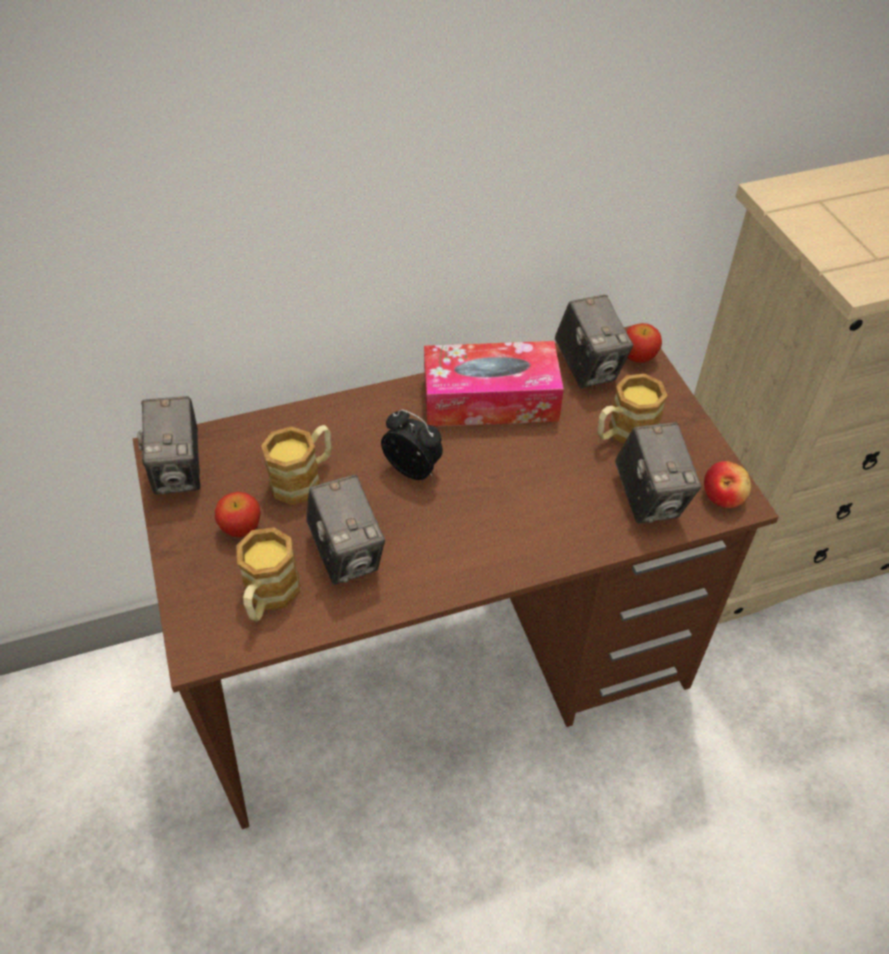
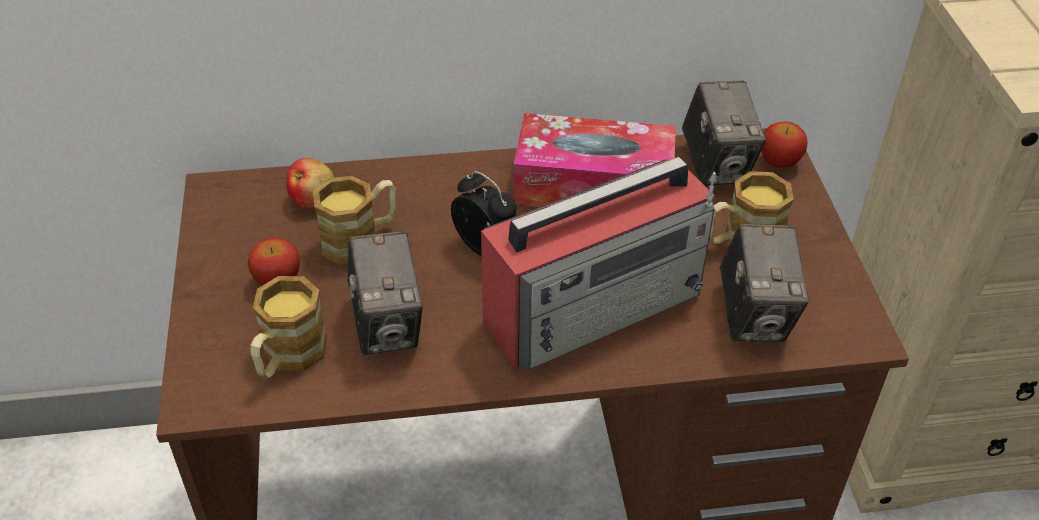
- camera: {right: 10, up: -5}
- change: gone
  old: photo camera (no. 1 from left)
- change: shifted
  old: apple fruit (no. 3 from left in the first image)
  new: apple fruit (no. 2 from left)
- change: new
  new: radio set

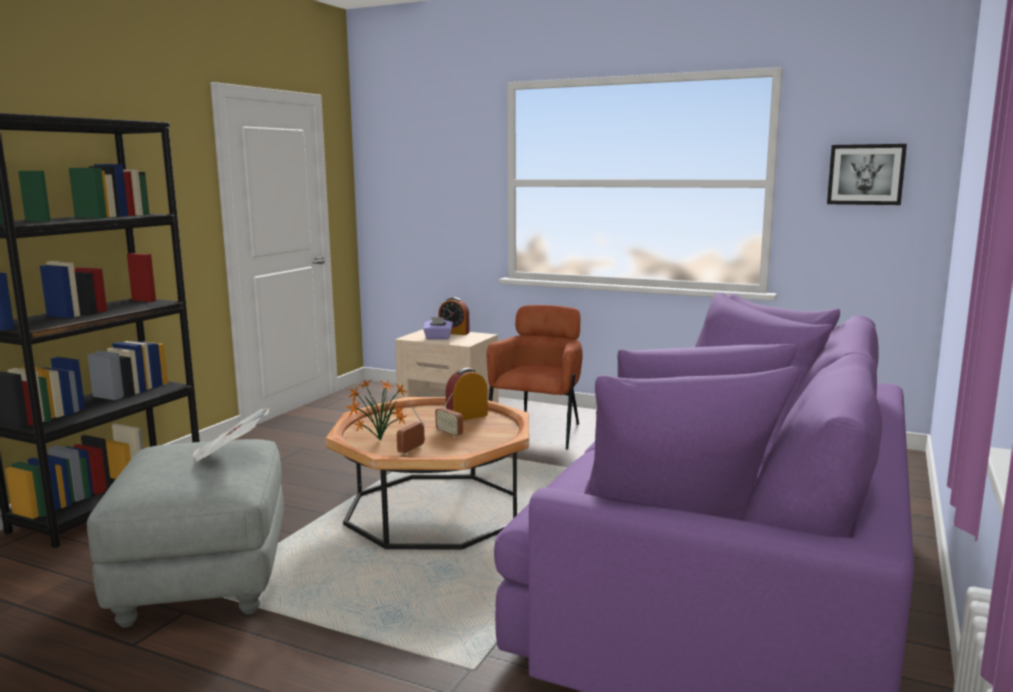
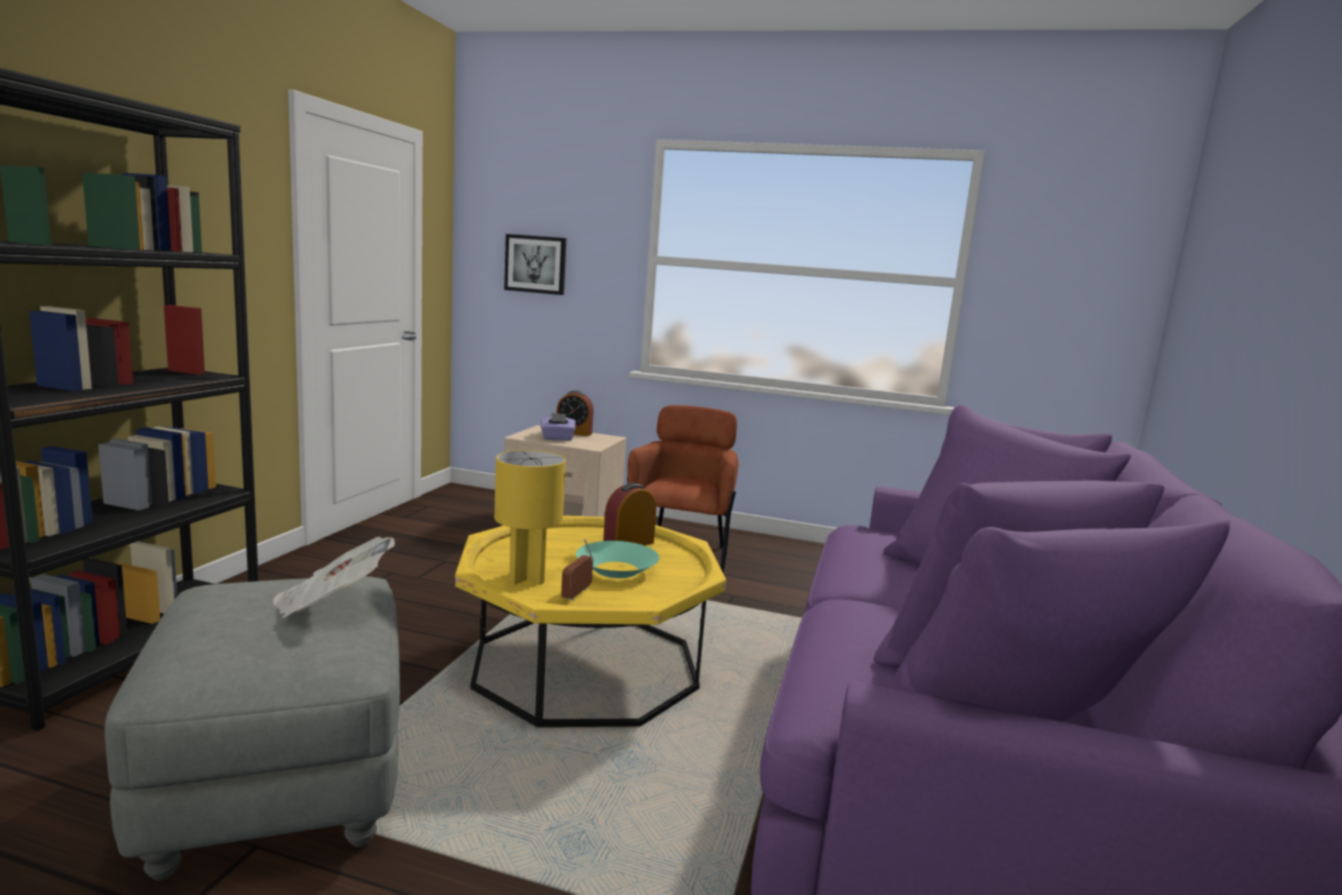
- camera: {right: -10, up: 0}
- change: shifted
  old: wall art
- change: swapped
  old: plant in a pot
  new: tabletop lamp (yellow-coloured)
- change: swapped
  old: radio set (no. 2 from left)
  new: deep dish (blue-green)
- change: repainted
  old: coffee table (brown)
  new: coffee table (yellow-coloured)

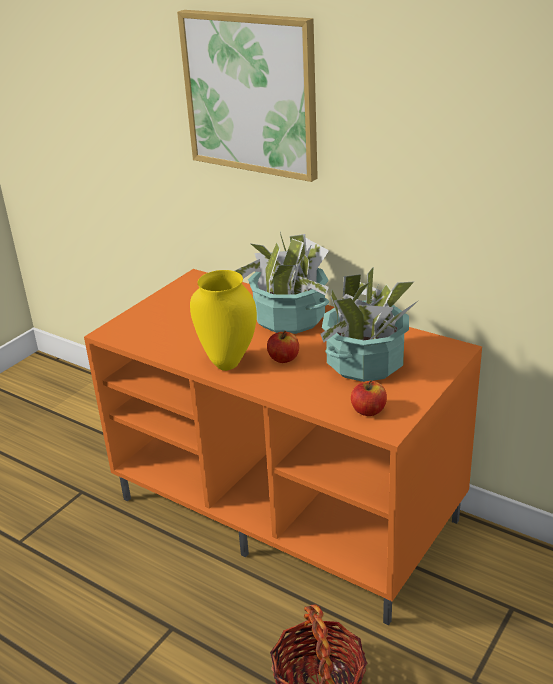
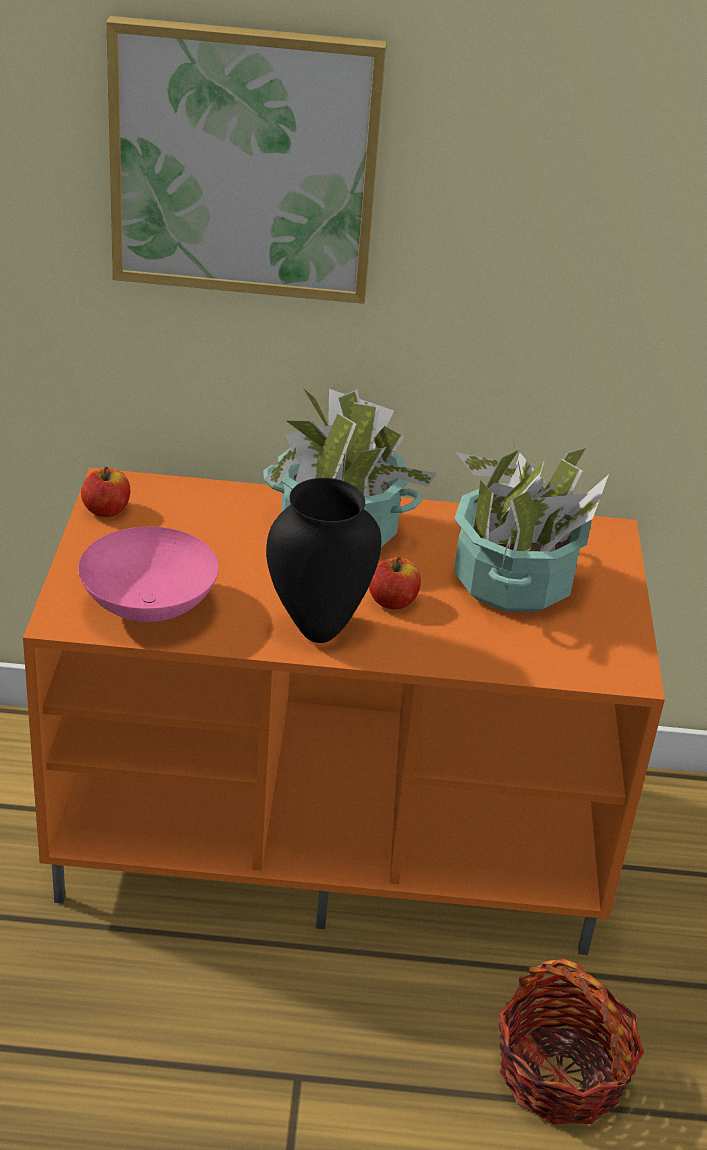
- camera: {right: -35, up: 5}
- change: repainted
  old: vase (yellow-coloured)
  new: vase (black)
- change: shifted
  old: apple fruit (no. 2 from left in the first image)
  new: apple fruit (no. 1 from left)
- change: new
  new: deep dish (pink)

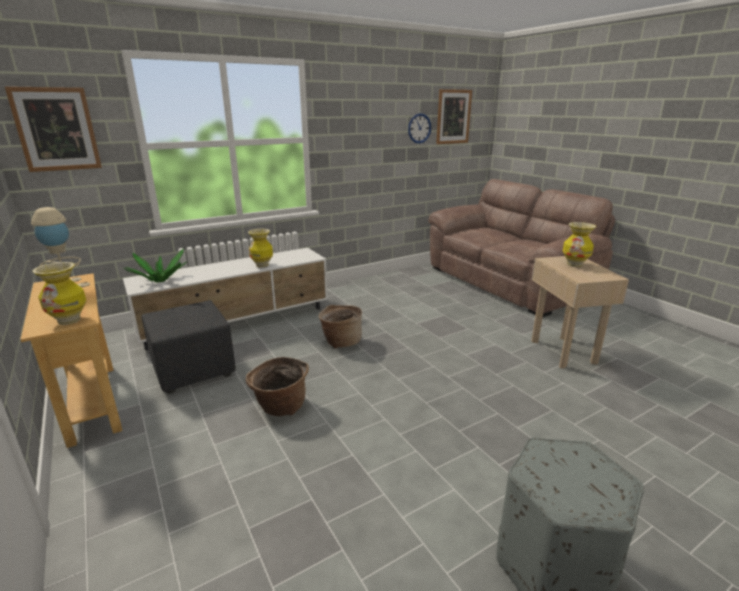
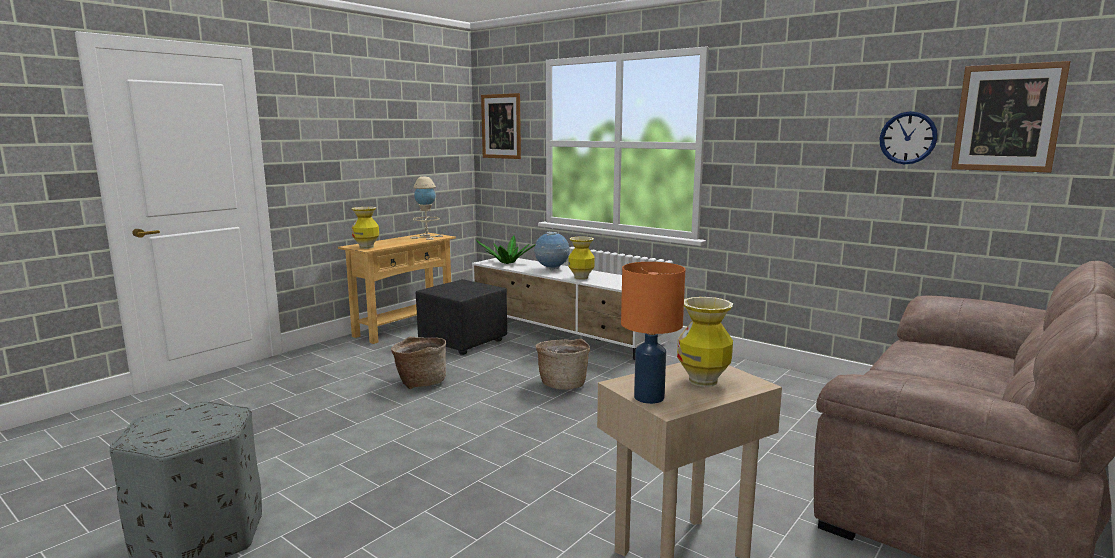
- camera: {right: 70, up: -10}
- change: new
  new: desk globe
- change: new
  new: tabletop lamp (orange)

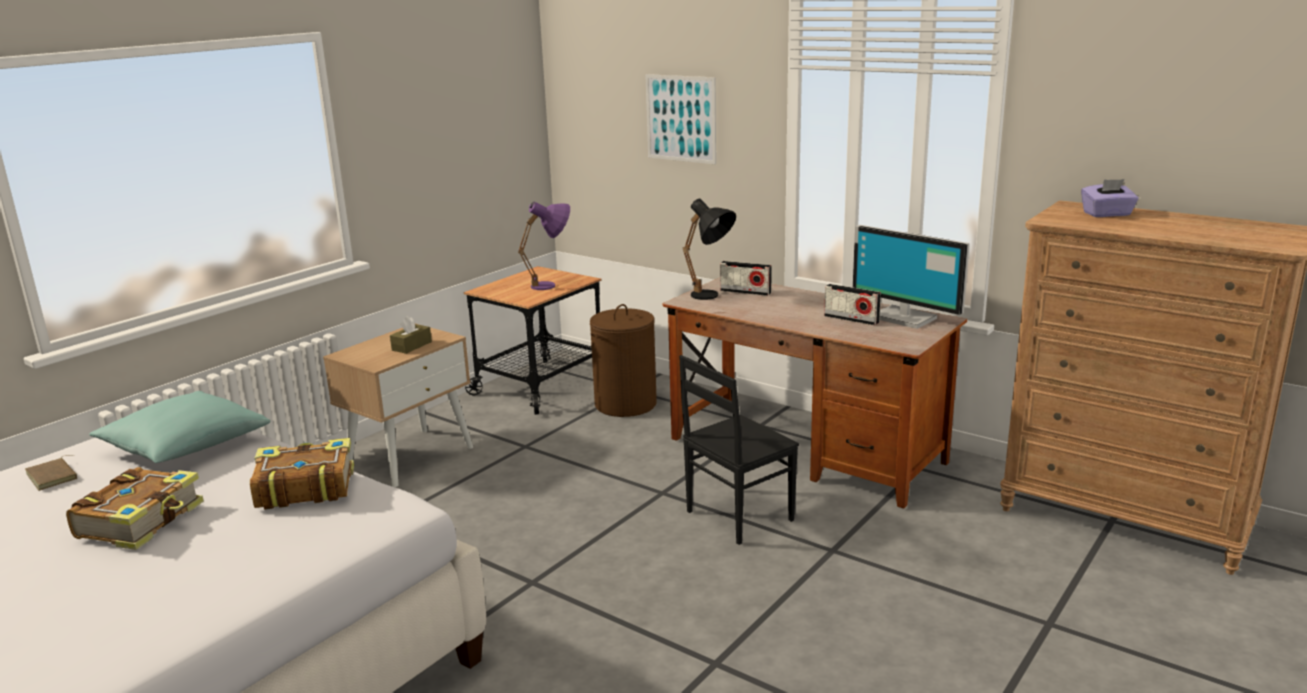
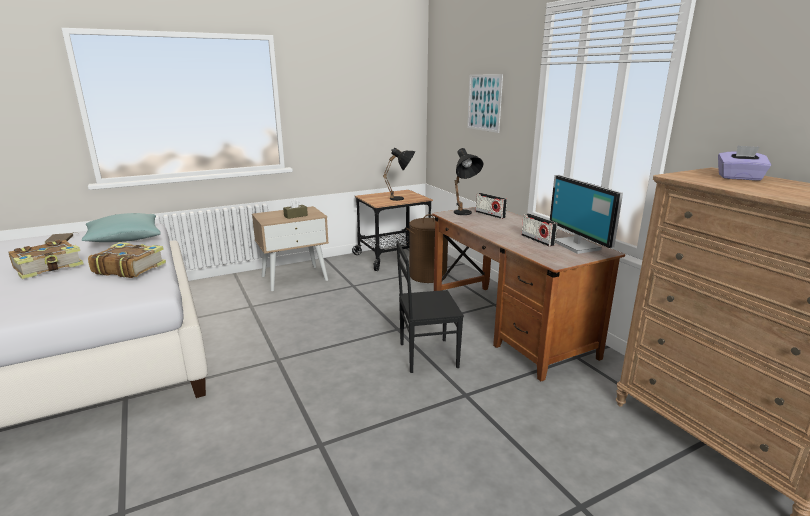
- camera: {right: 25, up: 0}
- change: repainted
  old: tabletop lamp (purple)
  new: tabletop lamp (black) (no. 1 from left)

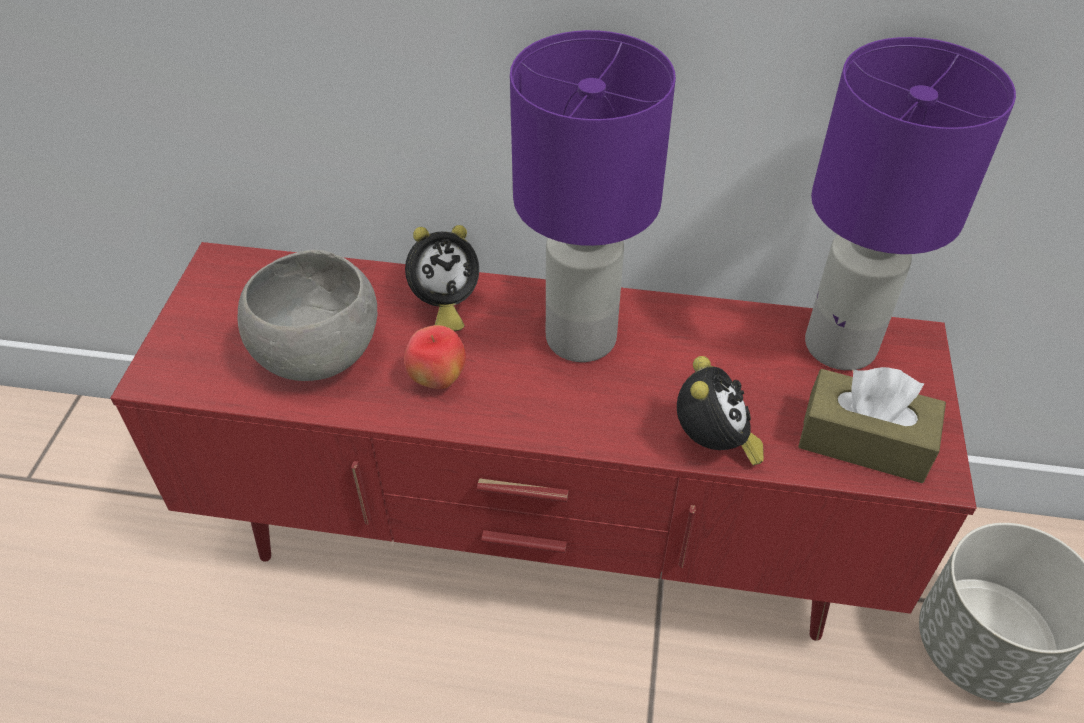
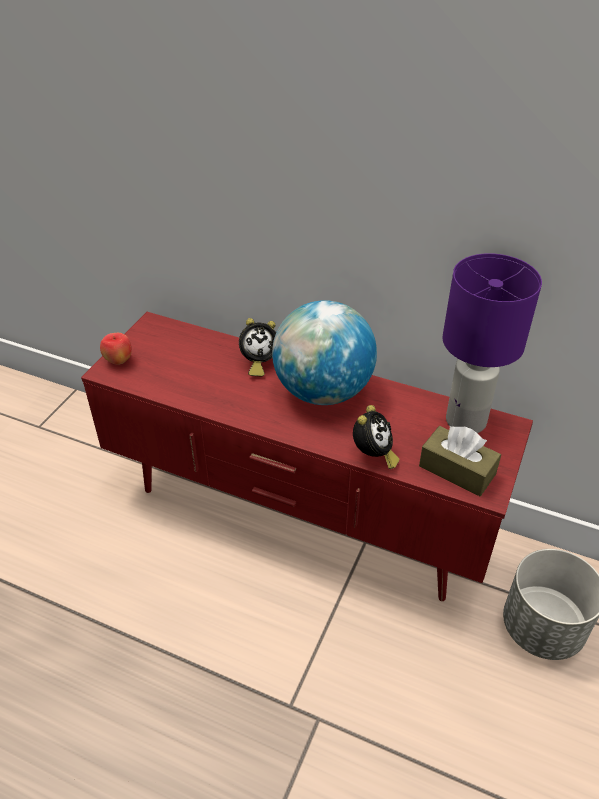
- camera: {right: 15, up: -5}
- change: swapped
  old: tabletop lamp (purple) (no. 1 from left)
  new: desk globe
- change: gone
  old: deep dish (greyish)
- change: shifted
  old: apple fruit

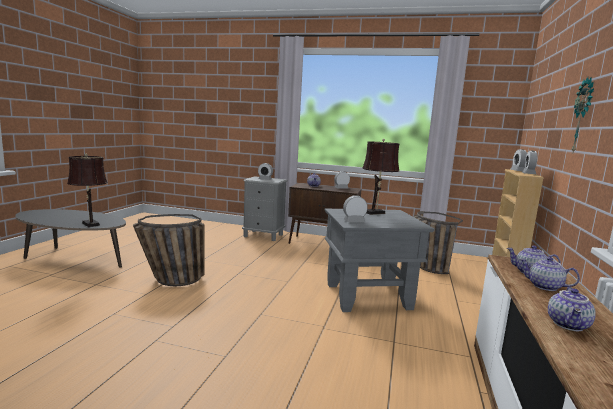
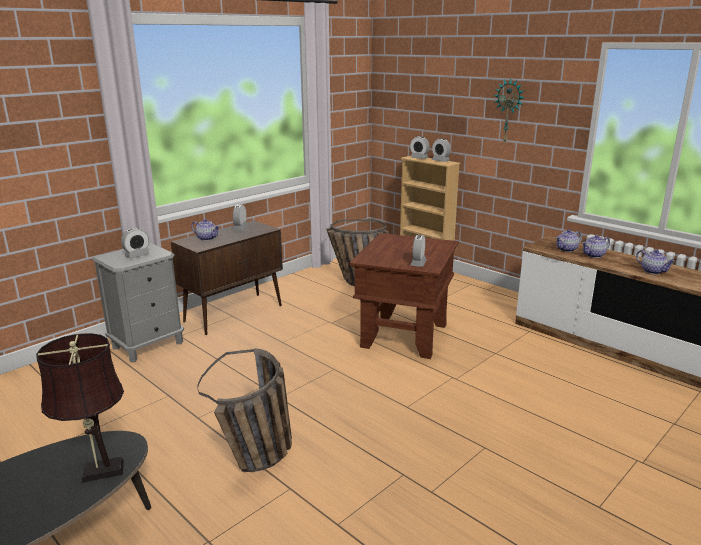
- camera: {right: -60, up: 10}
- change: gone
  old: tabletop lamp (brown) (no. 2 from left)
- change: repainted
  old: end table (greyish)
  new: end table (brown)

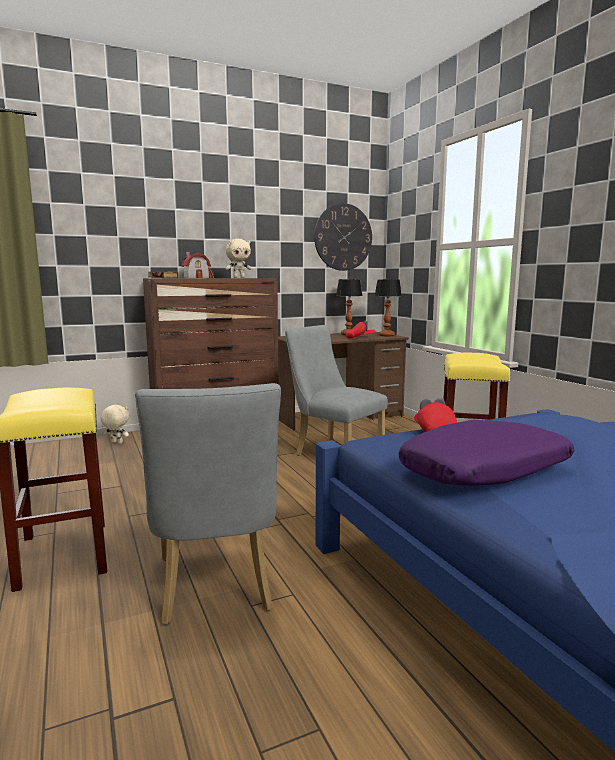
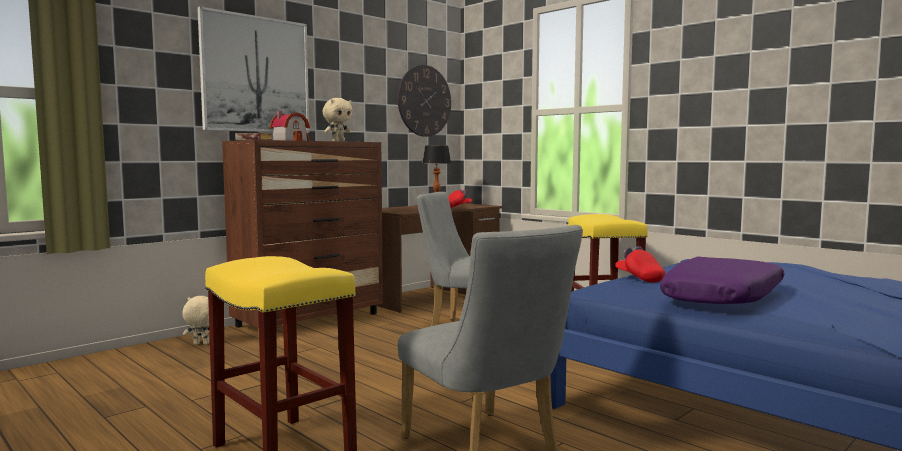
- camera: {right: -20, up: -5}
- change: gone
  old: tabletop lamp (no. 2 from left)
- change: new
  new: wall art

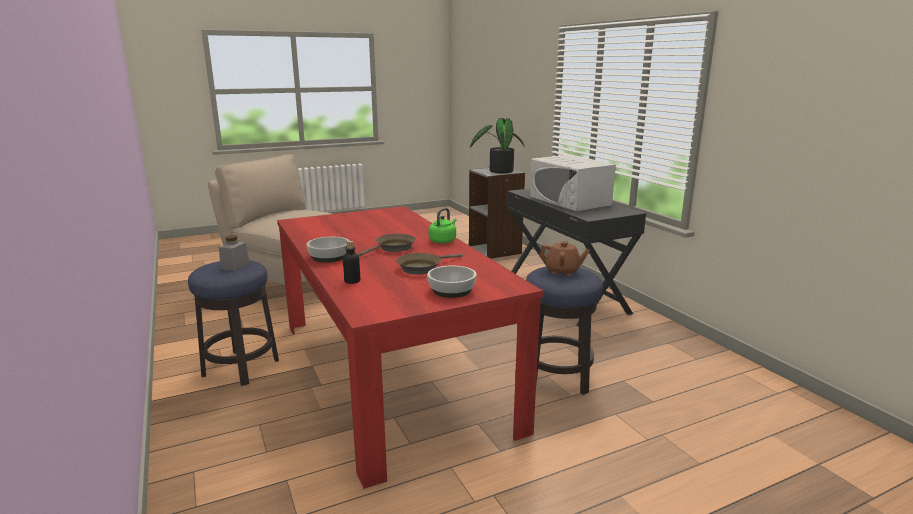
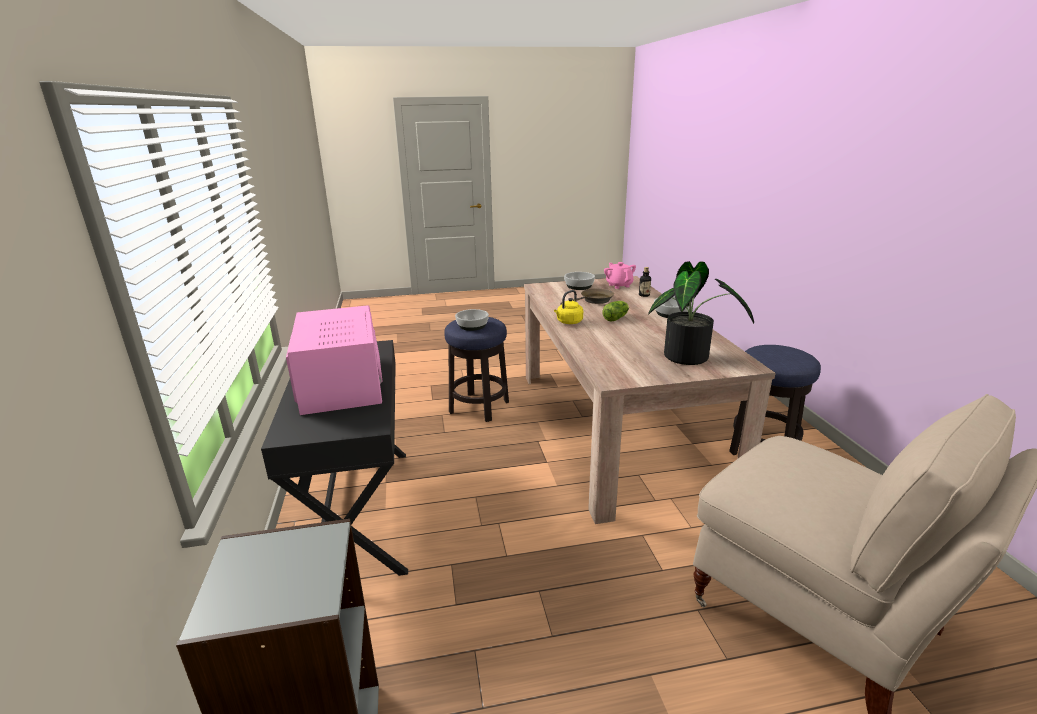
- camera: {right: -165, up: 5}
- change: shifted
  old: plant in a pot
- change: repainted
  old: microwave oven (white)
  new: microwave oven (pink)
- change: repainted
  old: kitchen table (reddish)
  new: kitchen table (beige)
- change: repainted
  old: kettle (green)
  new: kettle (yellow-coloured)
- change: swapped
  old: pan (brown) (no. 1 from left)
  new: lettuce
- change: gone
  old: preserve jar (greyish)
- change: swapped
  old: tea pot (brown)
  new: deep dish (no. 1 from left)
- change: new
  new: tea pot (pink)

